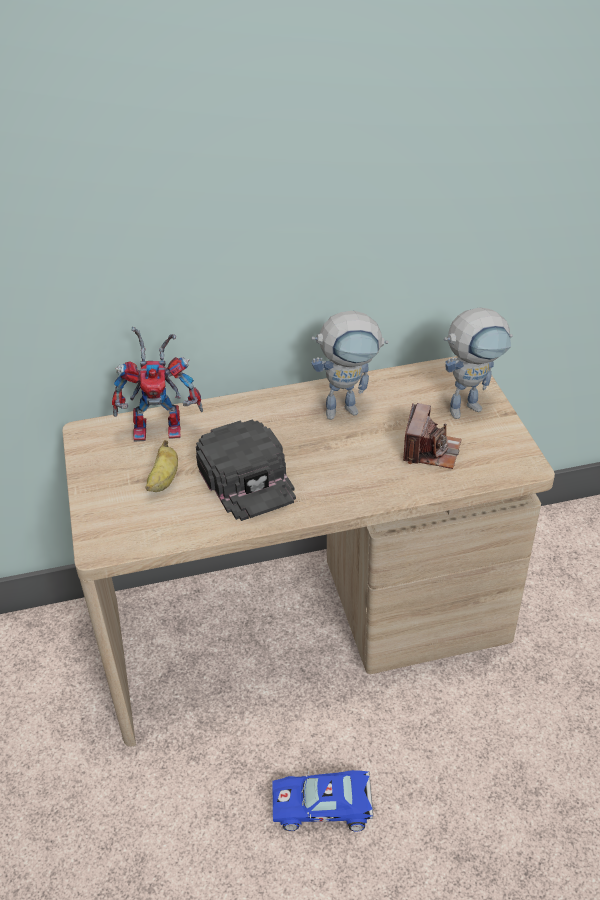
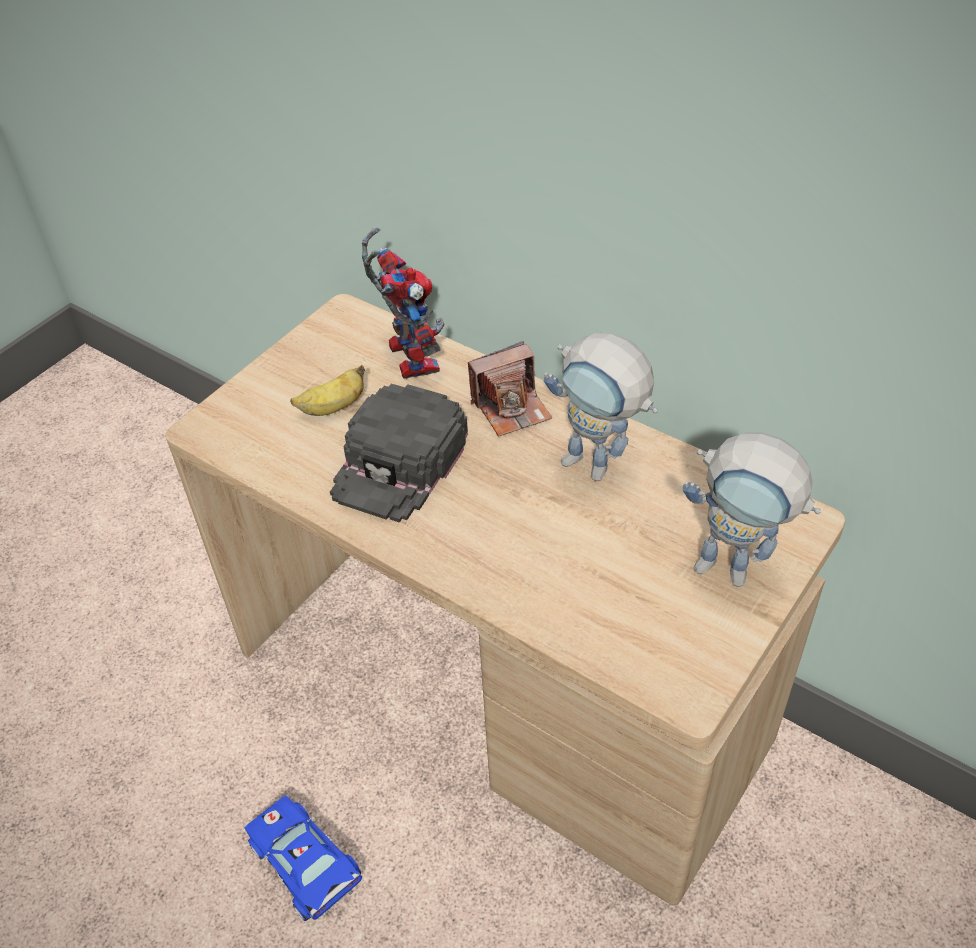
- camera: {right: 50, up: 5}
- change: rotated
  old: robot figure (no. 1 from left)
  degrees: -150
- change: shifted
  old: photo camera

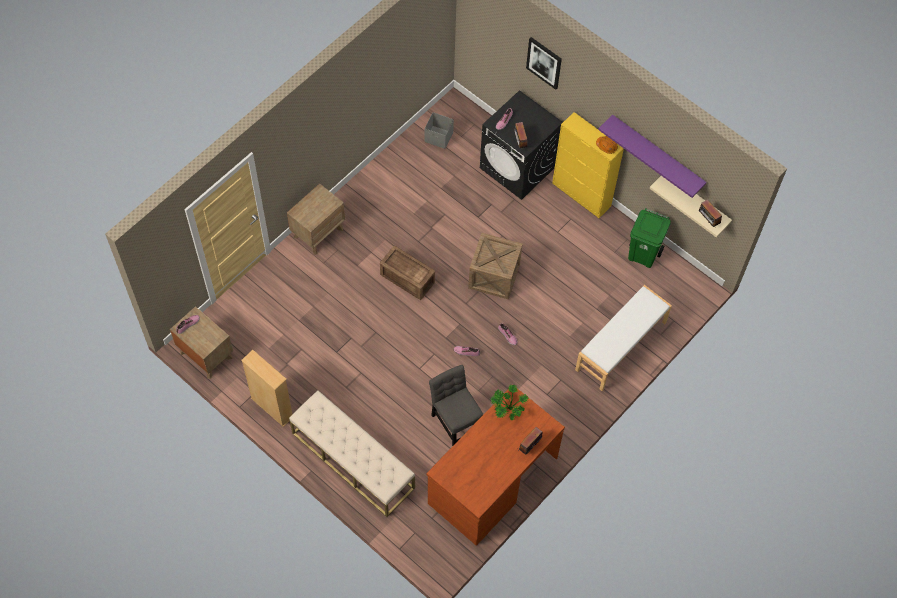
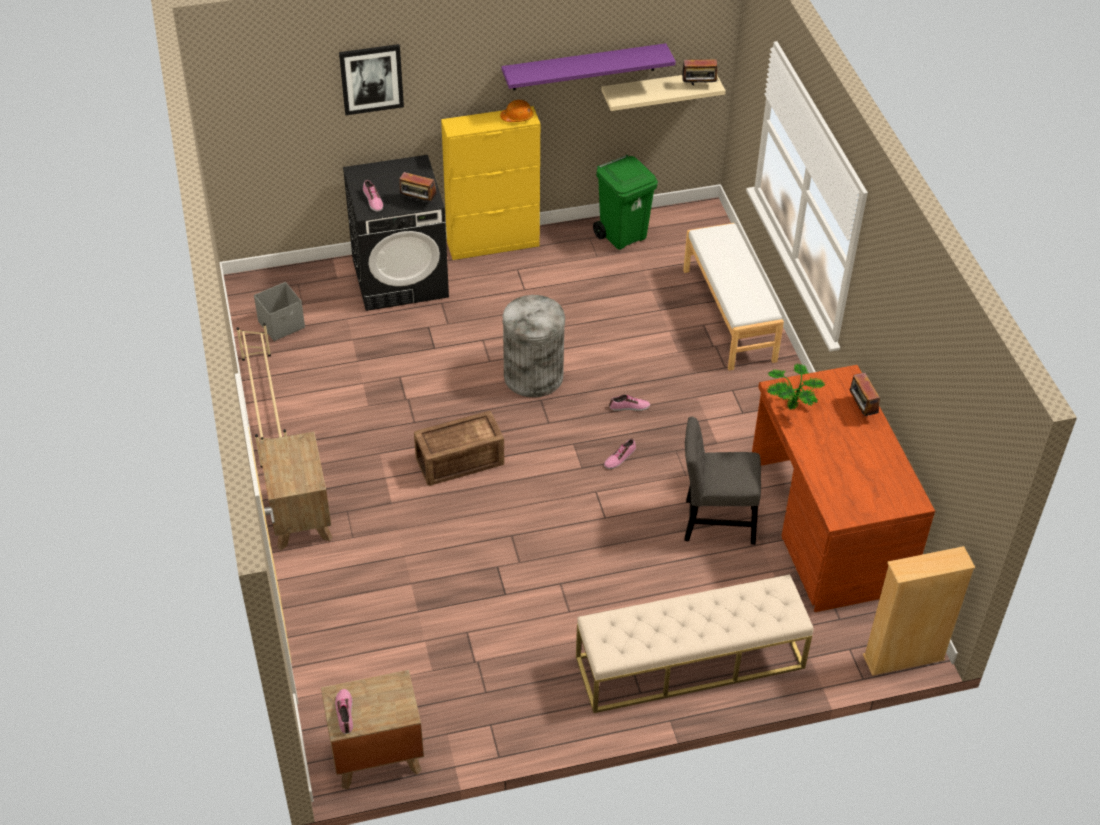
- camera: {right: -55, up: -15}
- change: swapped
  old: crate (no. 2 from left)
  new: rubbish bin (greyish)
- change: shifted
  old: shelving unit (beige)
- change: new
  new: shoe rack (beige)

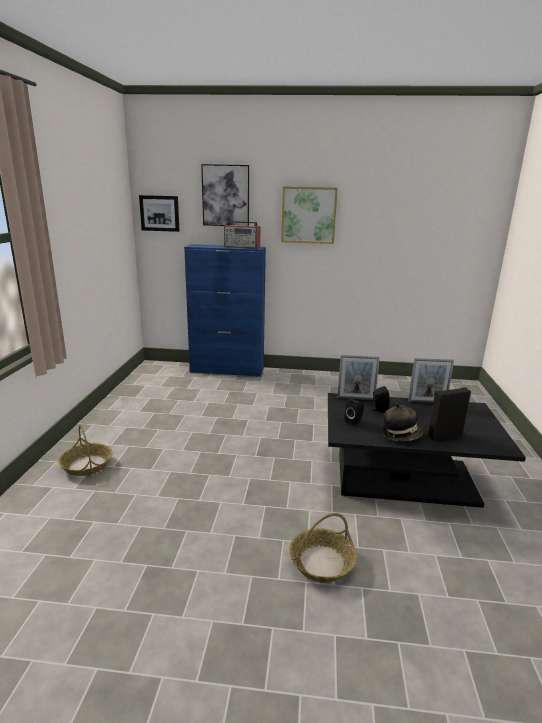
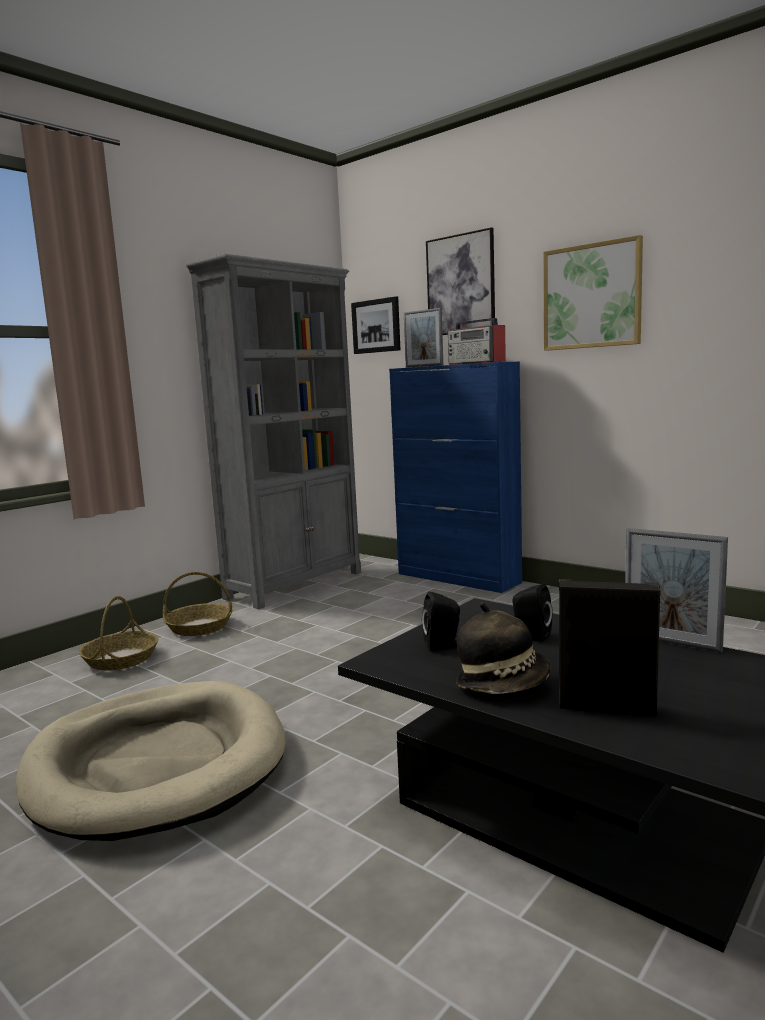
- camera: {right: 35, up: -10}
- change: shifted
  old: photo frame (no. 1 from left)
- change: shifted
  old: basket (no. 2 from left)
- change: new
  new: shelving unit (greyish)
- change: new
  new: pet bed (beige)

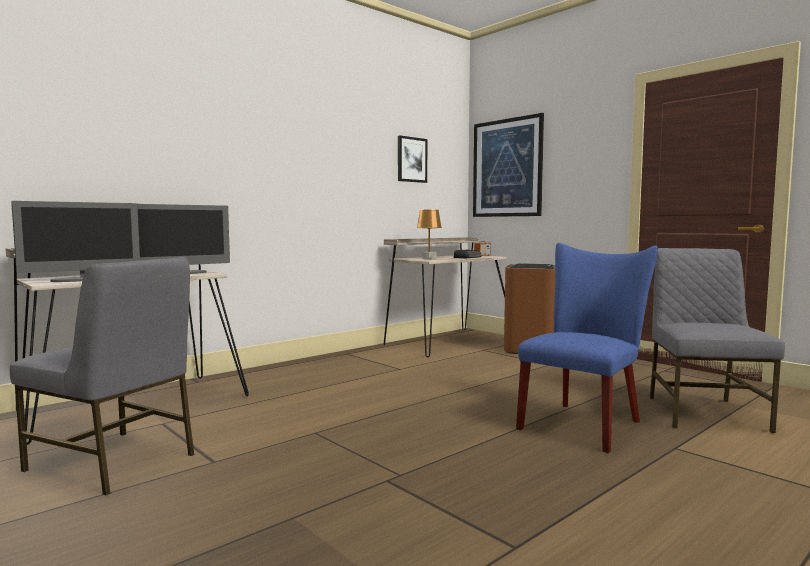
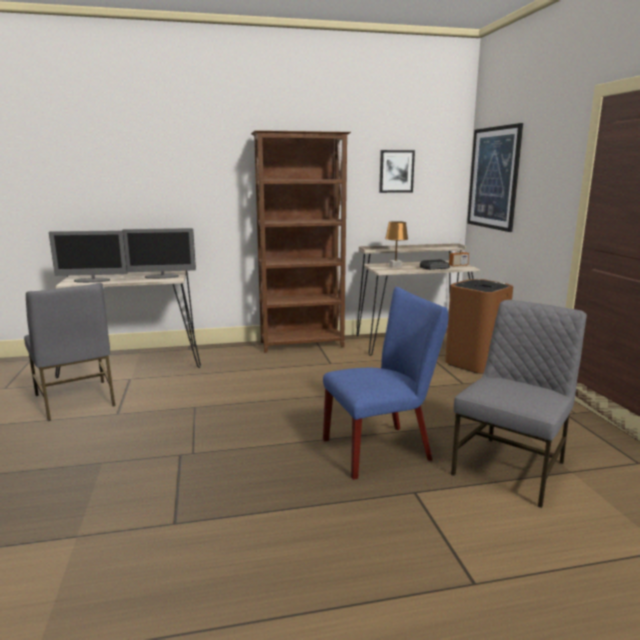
- camera: {right: 30, up: 10}
- change: new
  new: shelving unit (brown)

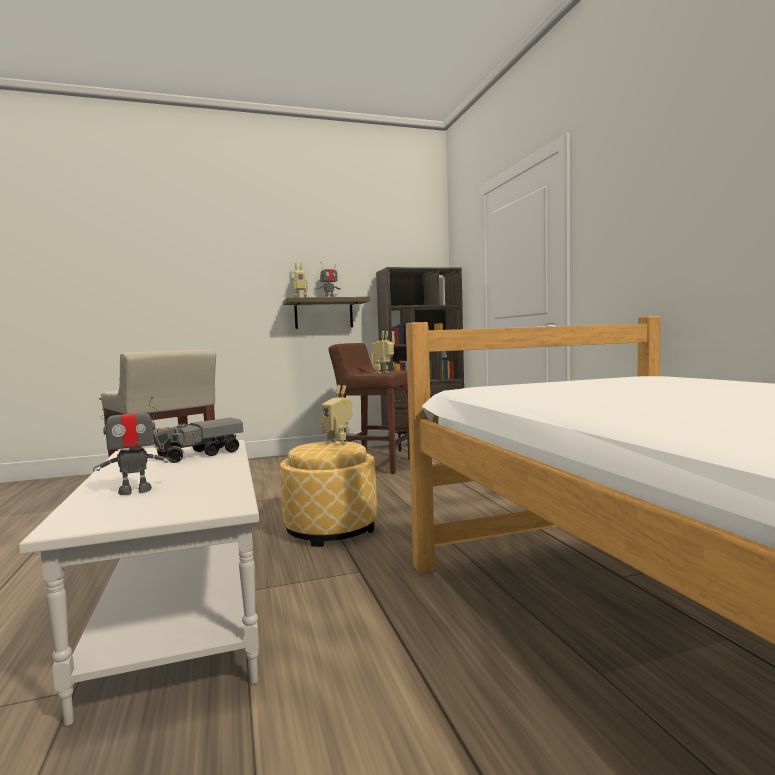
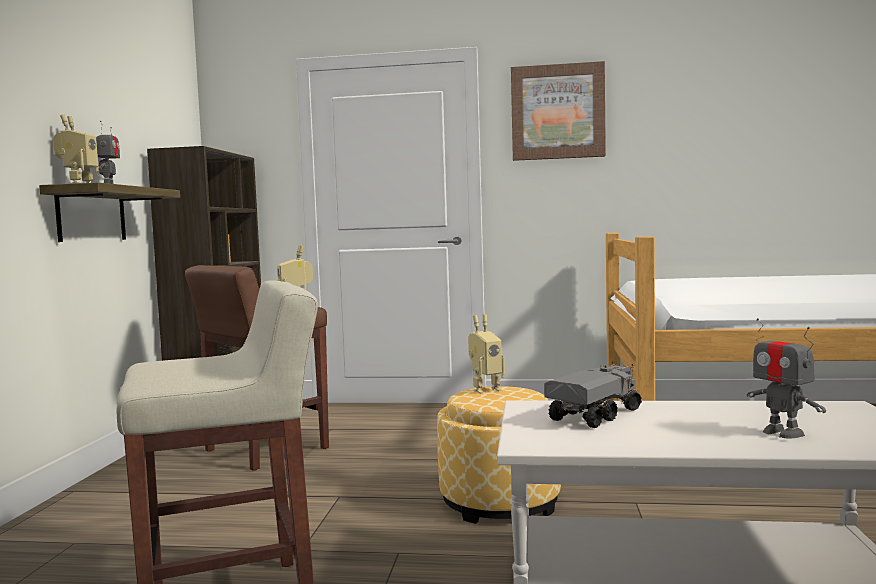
- camera: {right: -65, up: 0}
- change: rotated
  old: robot figure (no. 1 from left in the first image)
  degrees: 150
- change: rotated
  old: model truck
  degrees: -120
- change: new
  new: wall art

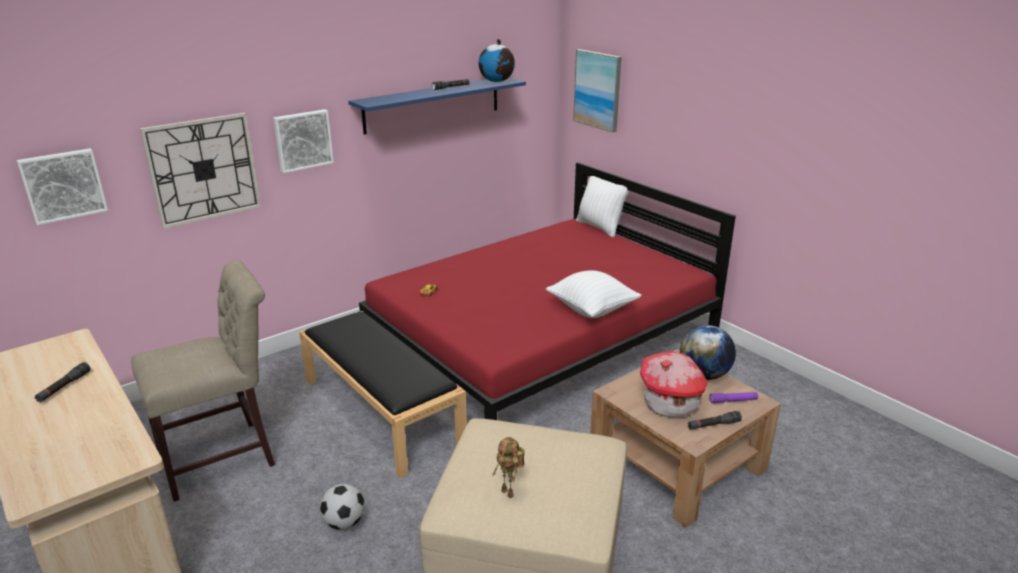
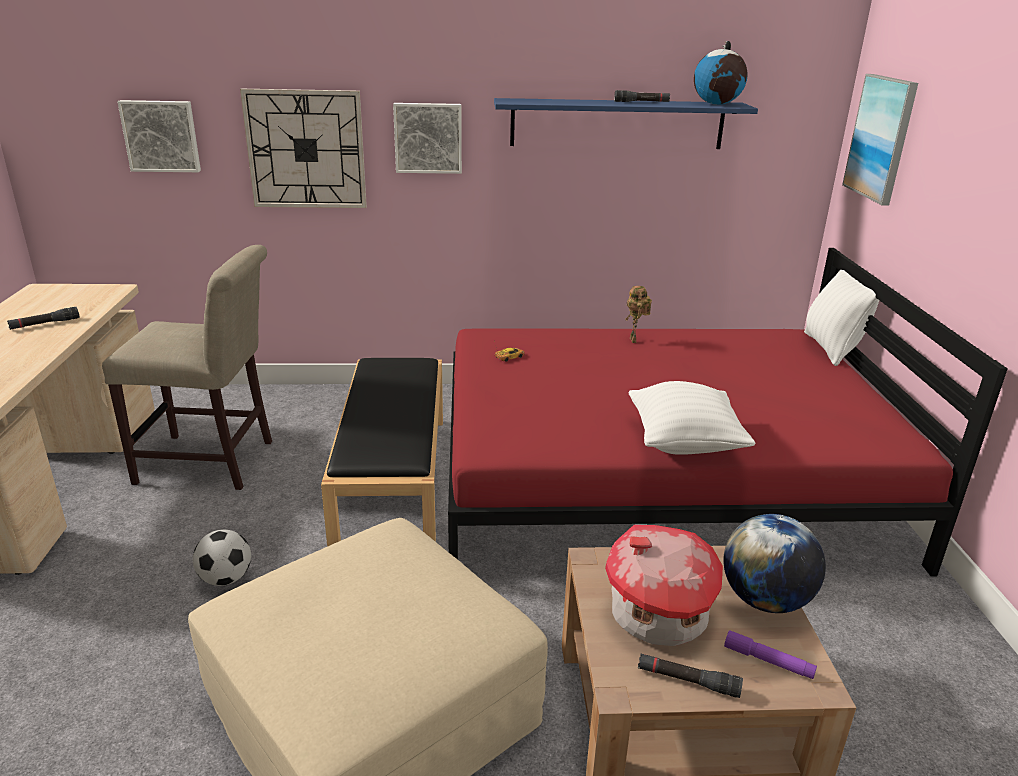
- camera: {right: 35, up: 0}
- change: shifted
  old: robot figure

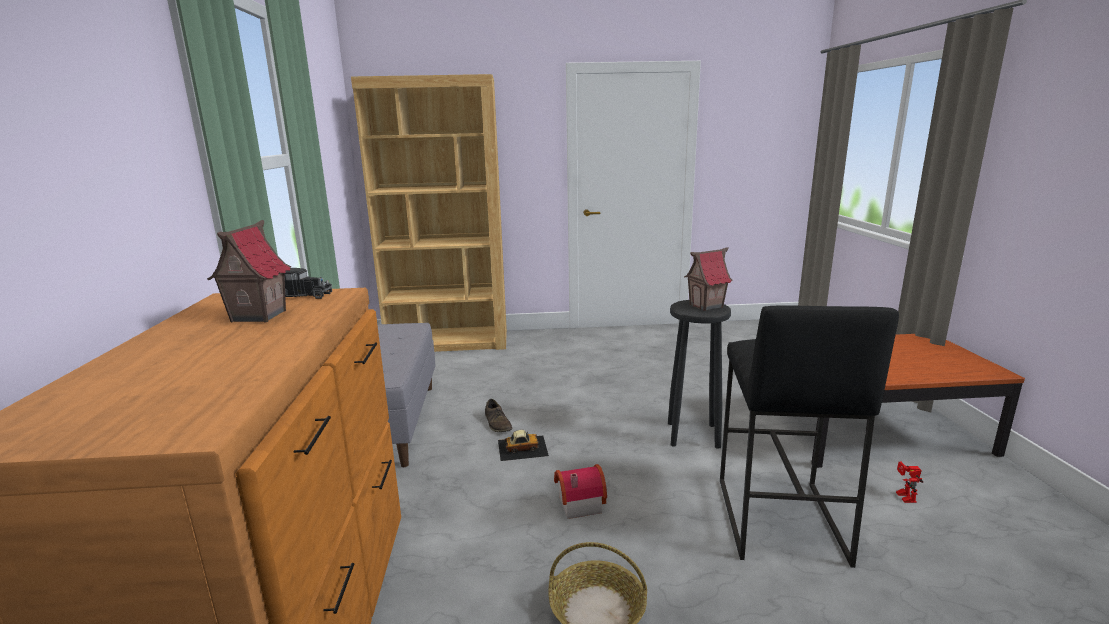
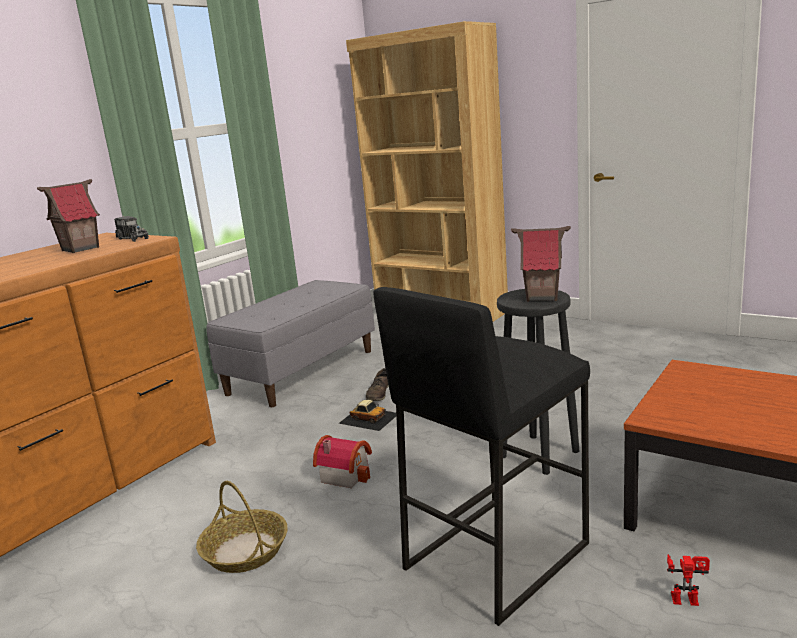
- camera: {right: 40, up: 0}
- change: rotated
  old: robot figure
  degrees: 60

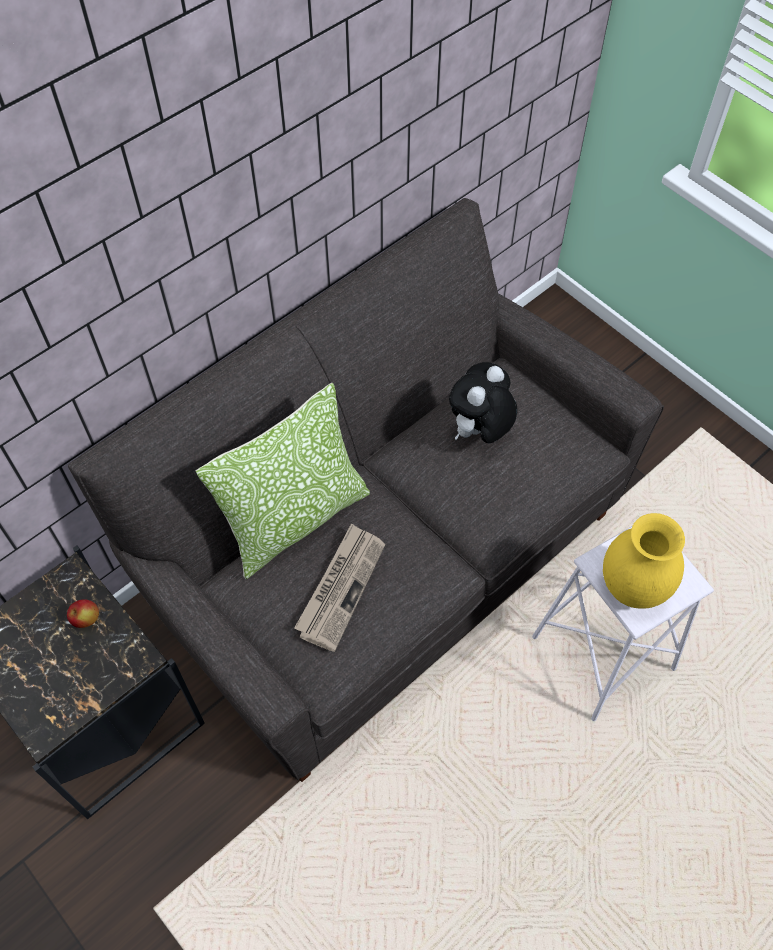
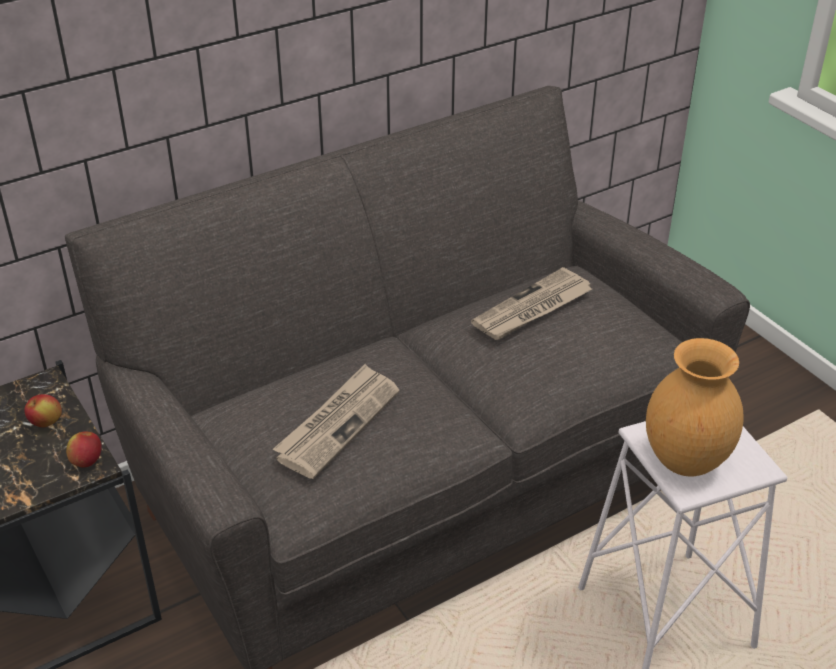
- camera: {right: 10, up: -20}
- change: swapped
  old: cuddly toy
  new: printed paper (no. 2 from left)
- change: gone
  old: throw pillow
- change: repainted
  old: vase (yellow-coloured)
  new: vase (brown)
- change: new
  new: apple fruit (no. 2 from left)

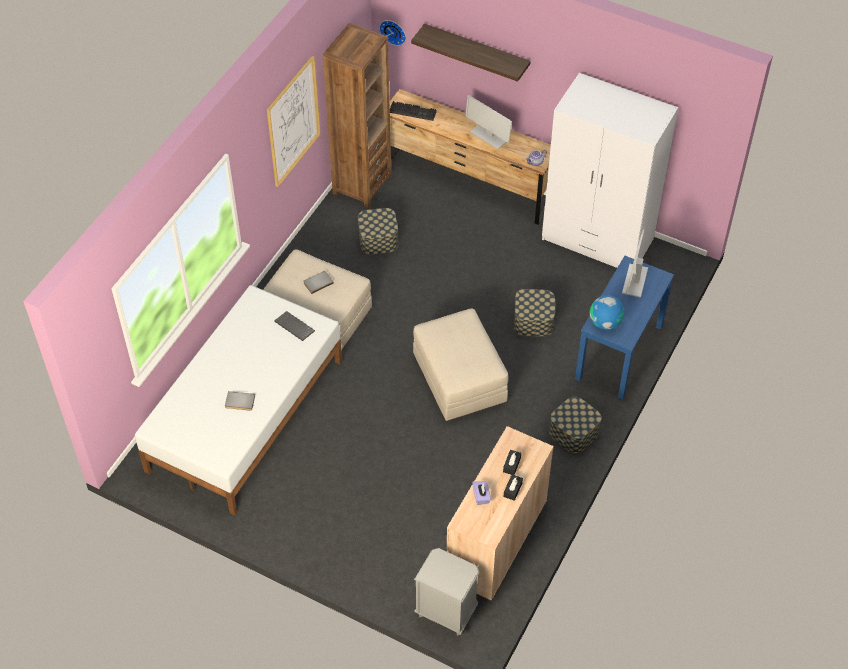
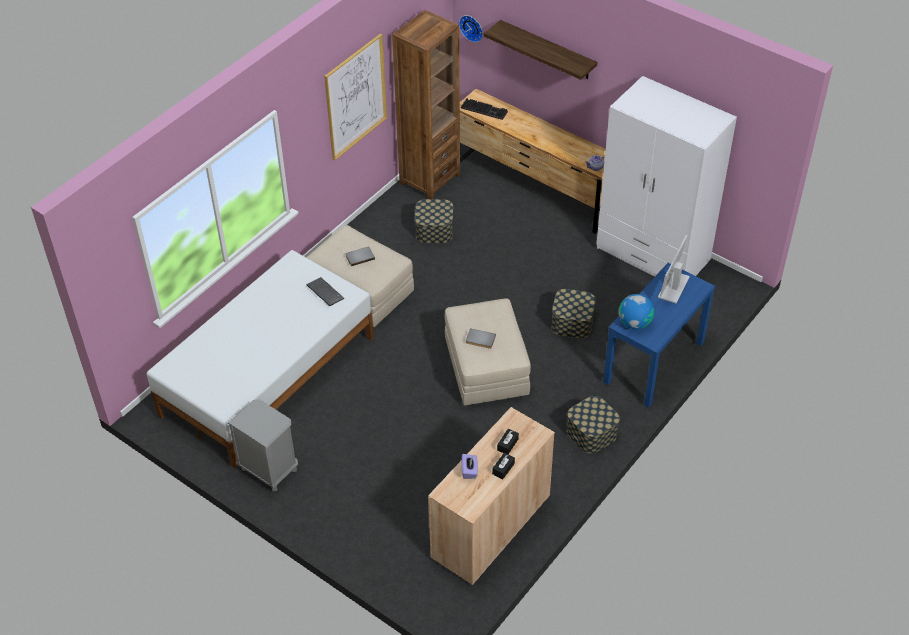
- camera: {right: 10, up: -5}
- change: gone
  old: monitor (no. 1 from left)
- change: shifted
  old: book (greyish) (no. 1 from left in the first image)
  new: book (greyish) (no. 2 from left)
- change: shifted
  old: bedside table (greyish)

